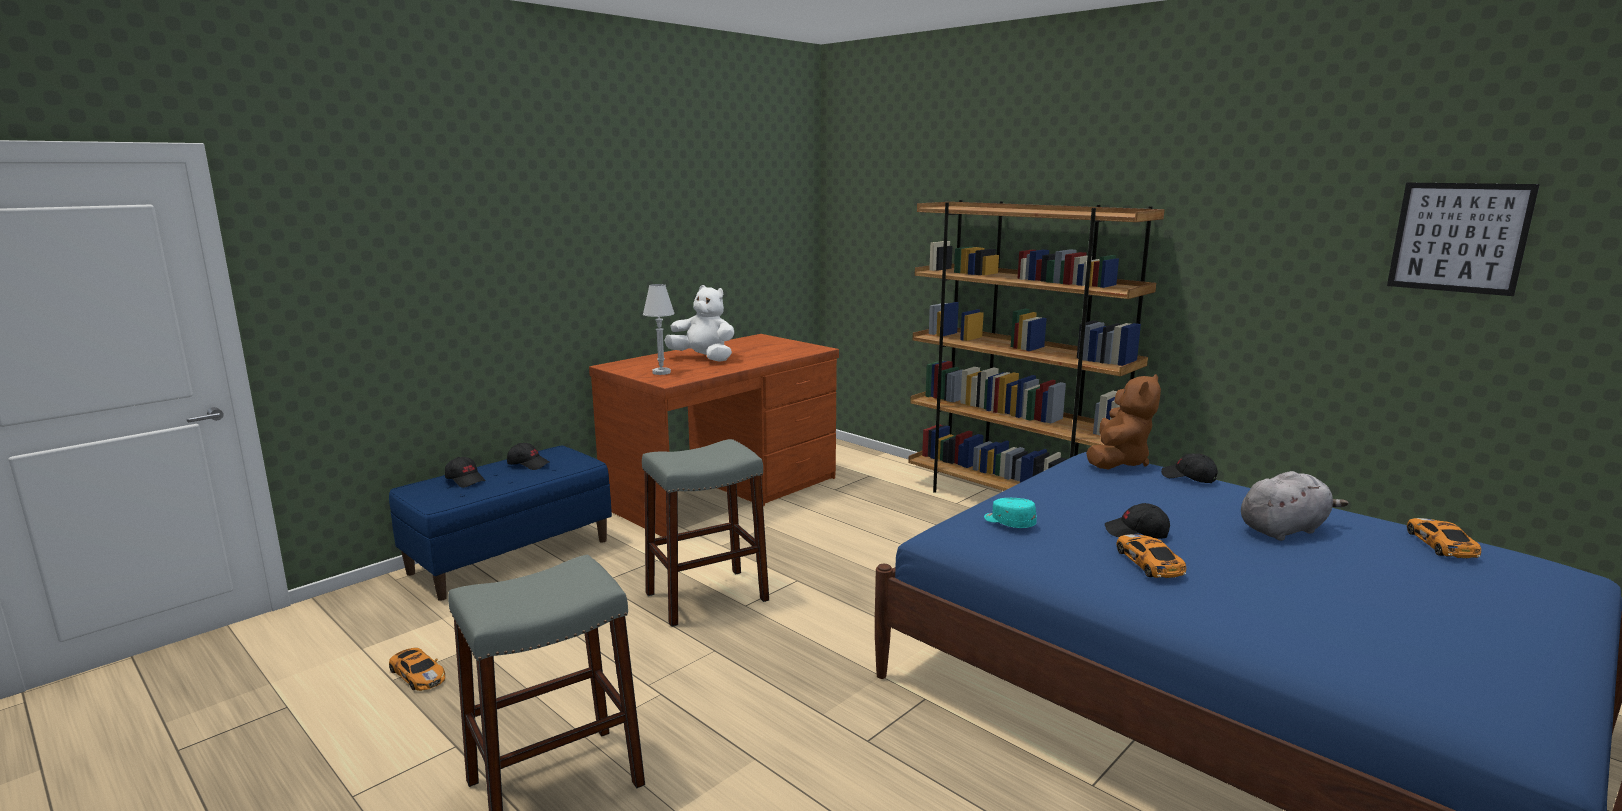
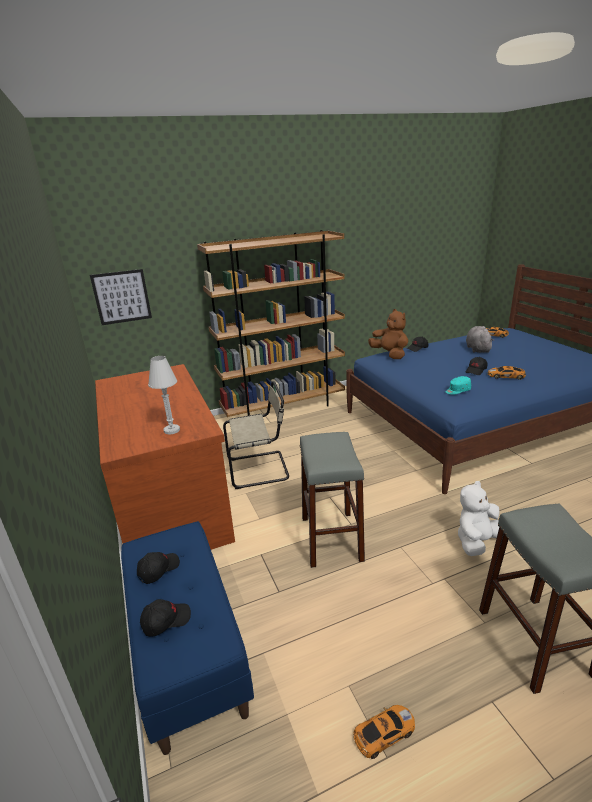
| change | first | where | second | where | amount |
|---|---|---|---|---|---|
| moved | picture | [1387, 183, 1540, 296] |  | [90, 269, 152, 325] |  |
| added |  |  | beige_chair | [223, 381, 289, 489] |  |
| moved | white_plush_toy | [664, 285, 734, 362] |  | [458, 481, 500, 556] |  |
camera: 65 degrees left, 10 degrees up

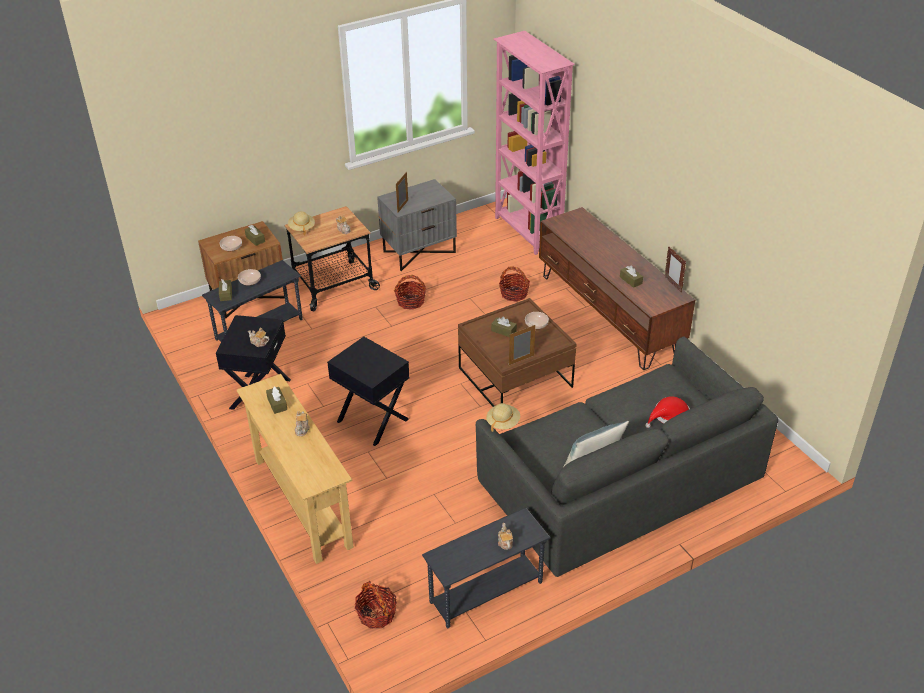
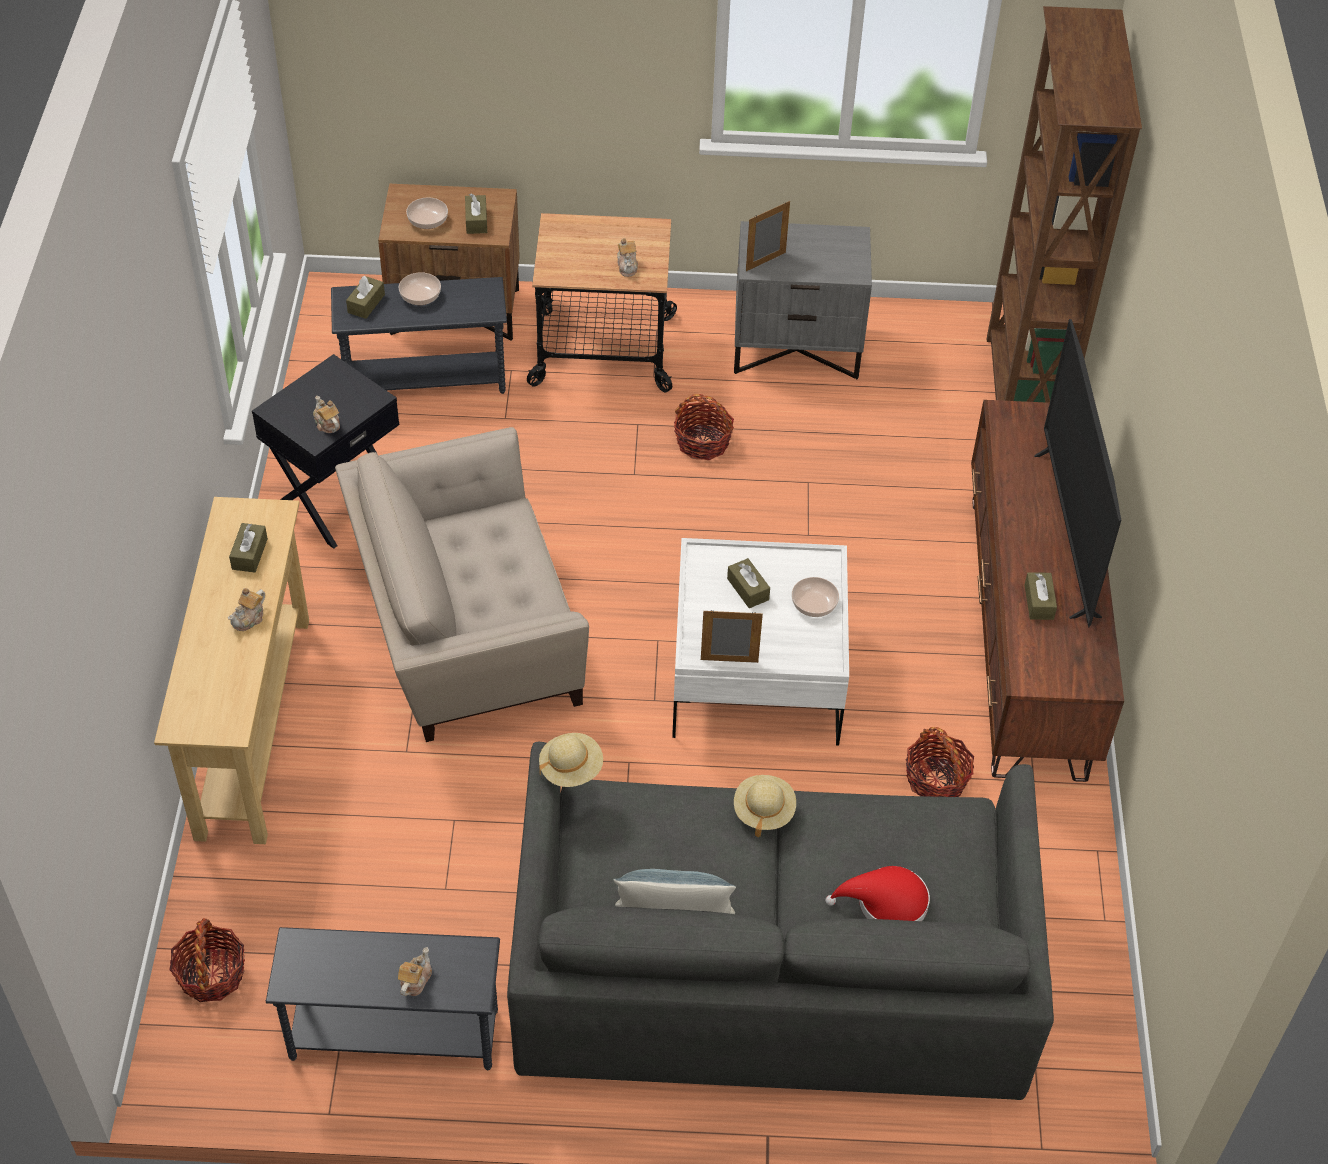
| change | first | where | second | where | amount |
|---|---|---|---|---|---|
| replaced | black_side_table | [327, 337, 410, 446] | beige_armchair | [335, 427, 589, 742] |  |
| recoloured | brown_coffee_table | [458, 298, 577, 407] | white_coffee_table | [672, 538, 849, 746] |  |
| moved | beige_hat | [288, 211, 315, 235] |  | [734, 775, 796, 837] |  |
| moved | basket | [499, 266, 530, 302] |  | [906, 727, 974, 797] |  |
| recoloured | pink_bookcase | [494, 31, 575, 255] | brown_bookcase | [987, 6, 1142, 403] |  |
| added |  |  | television | [1034, 319, 1121, 627] |  |
| removed | picture_frame | [665, 247, 686, 292] |  |  |  |
camera: 30 degrees right, 10 degrees up

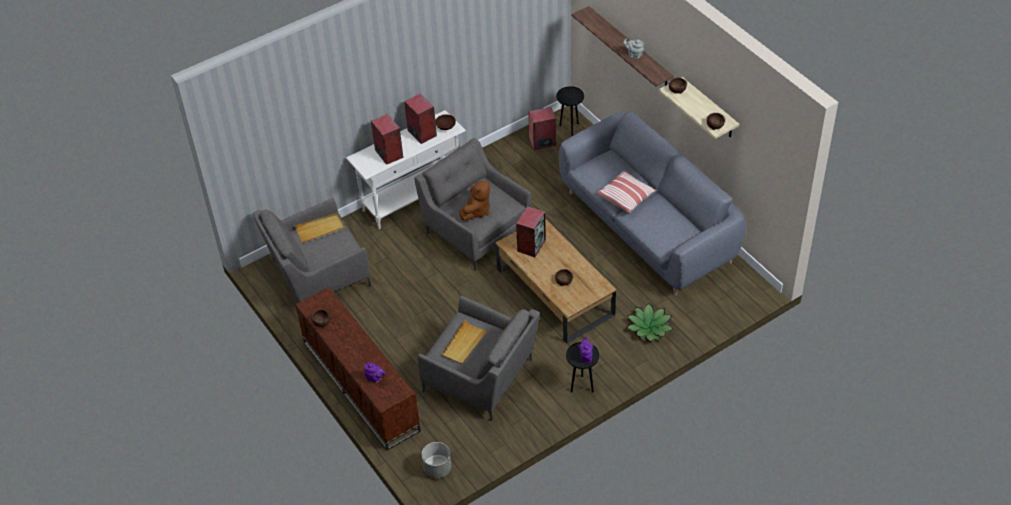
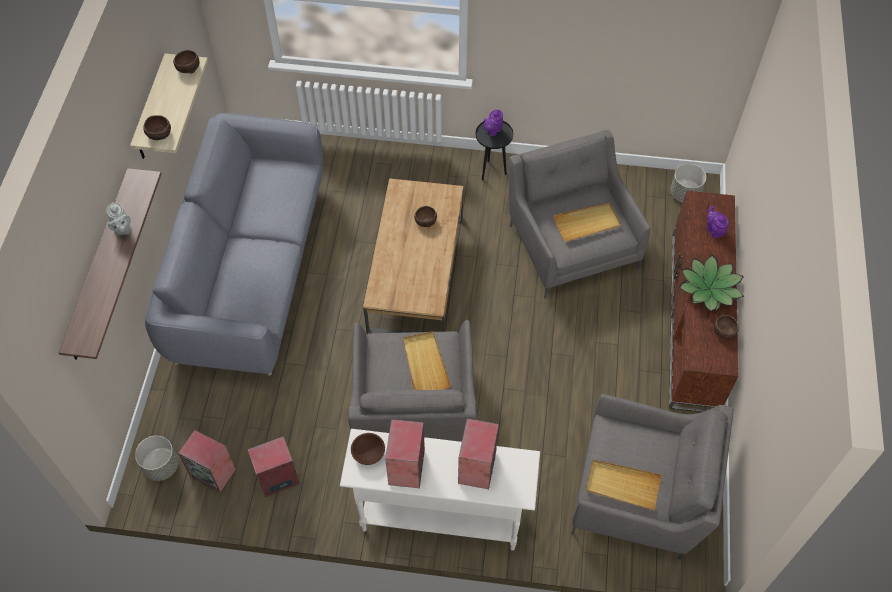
| change | first | where | second | where | amount |
|---|---|---|---|---|---|
| replaced | black_side_table | [556, 86, 584, 136] | grey_planter | [135, 436, 179, 481] |  |
| moved | speaker | [516, 206, 546, 257] |  | [248, 436, 300, 497] |  |
| replaced | brown_plush_toy | [459, 180, 490, 221] | beige_tray | [403, 331, 451, 390] |  |
| moved | potted_plant | [626, 303, 673, 342] |  | [679, 255, 744, 312] |  |
| removed | pillow | [596, 170, 657, 213] |  |  |  |
camera: 140 degrees left, 10 degrees up

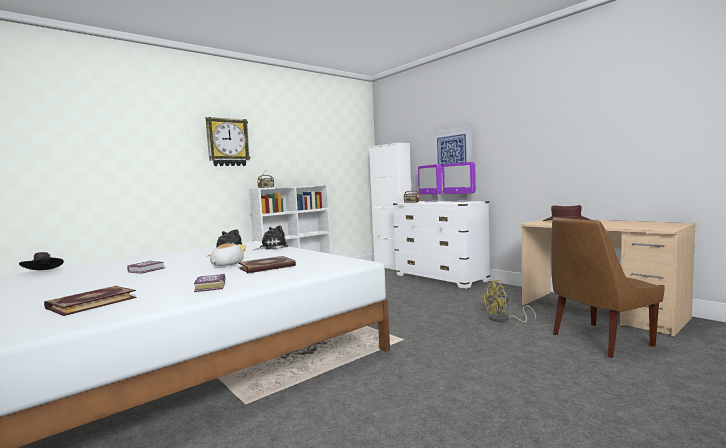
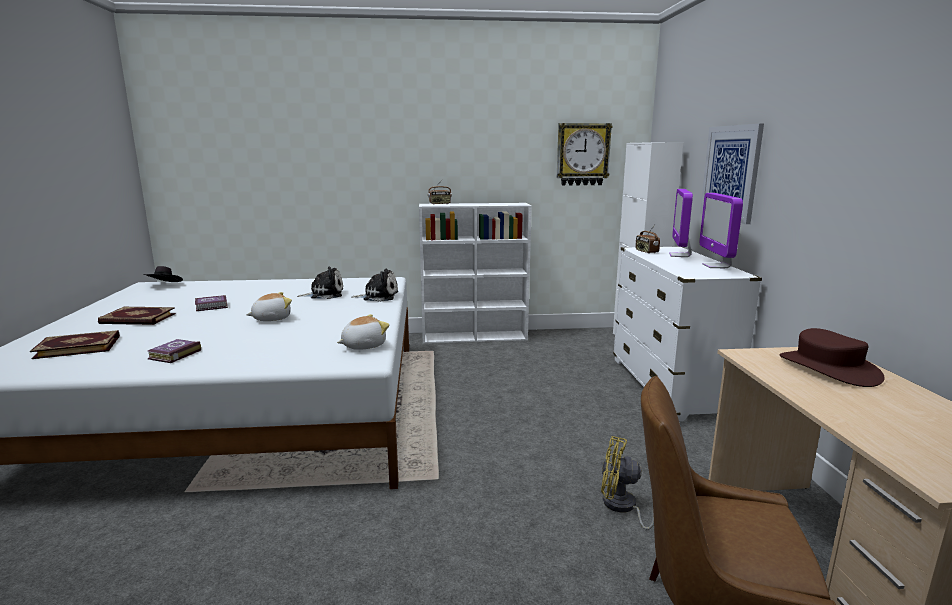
| change | first | where | second | where | amount |
|---|---|---|---|---|---|
| moved | book | [238, 256, 296, 273] |  | [98, 307, 176, 325] |  |
| added |  |  | plush_toy | [337, 314, 389, 350] |  |
| moved | wall_clock | [206, 117, 251, 166] |  | [556, 123, 612, 186] |  |
camera: 35 degrees right, 10 degrees up

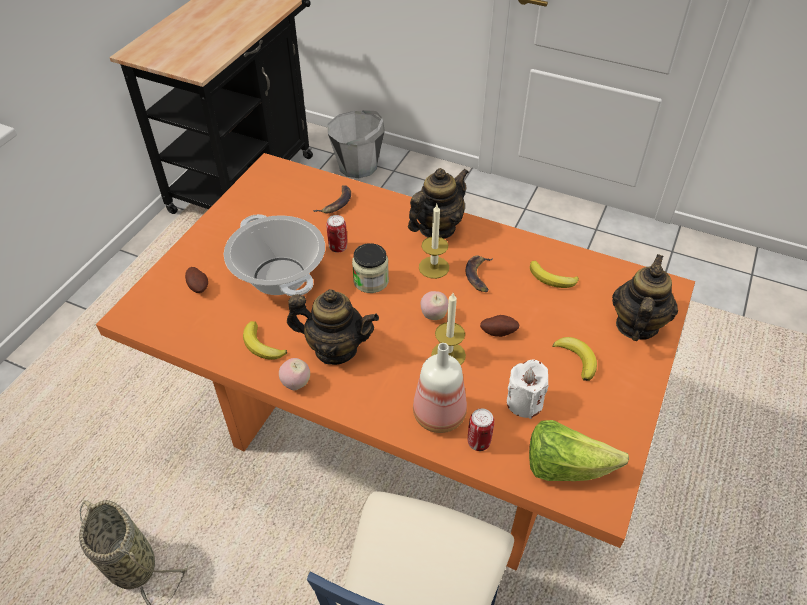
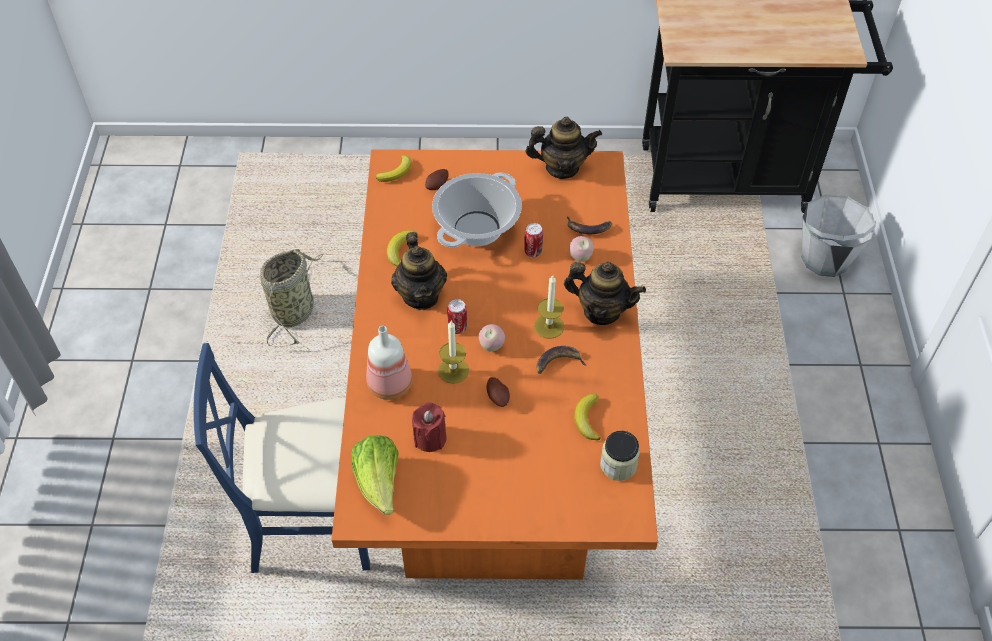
| change | first | where | second | where | amount |
|---|---|---|---|---|---|
| moved | banana | [552, 337, 597, 381] |  | [376, 155, 412, 182] |  |
| recoloured | white_candle | [507, 359, 548, 419] | red_candle | [412, 402, 446, 452] |  |
| moved | can | [468, 408, 494, 451] |  | [447, 299, 467, 334] |  |
| moved | teapot | [612, 254, 678, 341] |  | [526, 117, 602, 179] |  |
| moved | apple | [279, 358, 310, 390] |  | [569, 236, 594, 262] |  |
| moved | jar | [352, 243, 389, 293] |  | [600, 431, 640, 481] |  |
camera: 65 degrees right, 5 degrees up

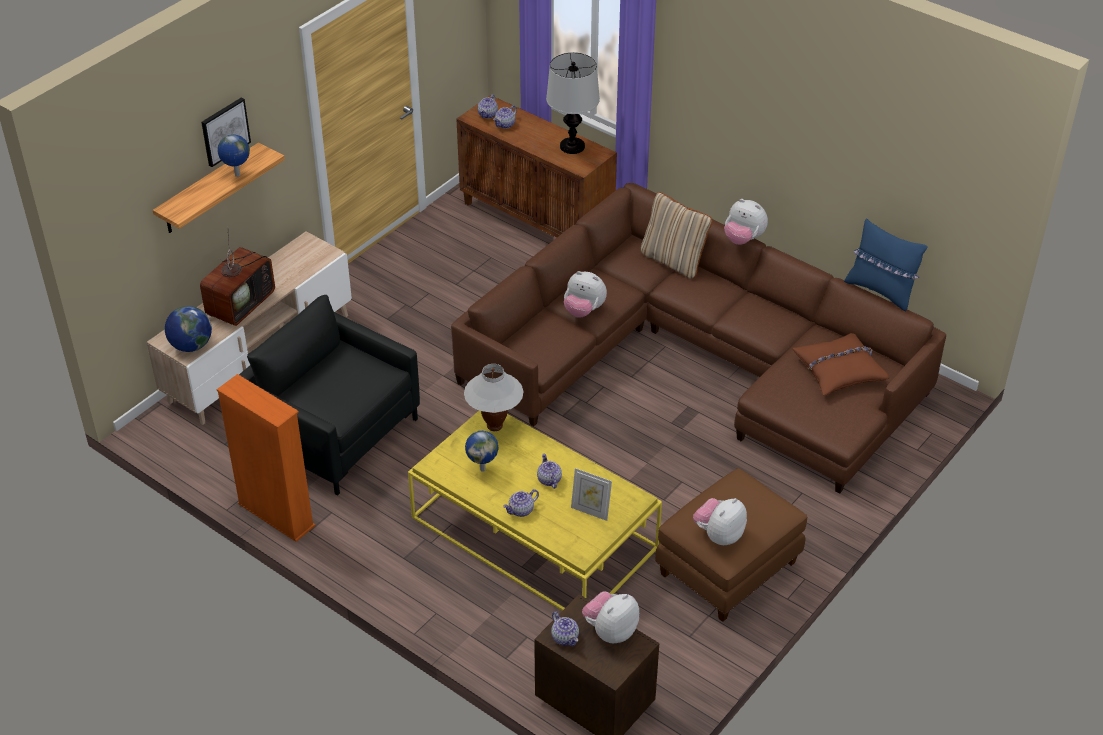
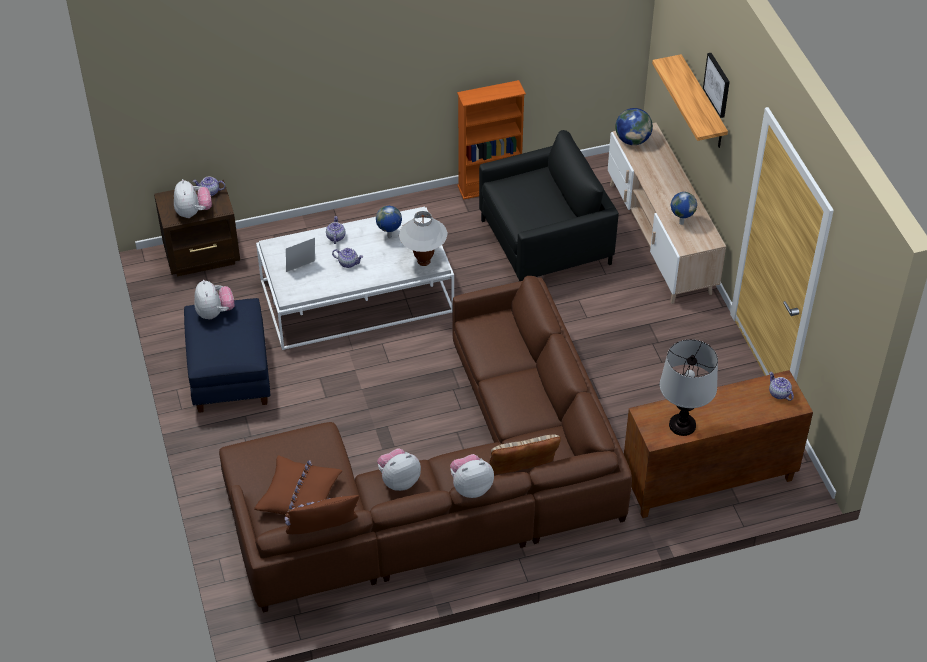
| change | first | where | second | where | amount |
|---|---|---|---|---|---|
| recoloured | brown_ottoman | [655, 468, 808, 622] | blue_ottoman | [184, 298, 271, 413] |  |
| recoloured | yellow_coffee_table | [408, 411, 662, 611] | white_coffee_table | [256, 207, 454, 350] |  |
| recoloured | blue_pillow | [844, 218, 927, 311] | brown_pillow | [285, 495, 359, 534] |  |
| moved | plush_toy | [564, 271, 607, 318] |  | [377, 448, 421, 491] |  |
| moved | globe | [217, 134, 250, 177] |  | [671, 192, 697, 225] |  |
| removed | television | [200, 227, 275, 326] |  |  |  |
| removed | teapot | [493, 105, 517, 129] |  |  |  |
camera: 125 degrees right, 5 degrees up

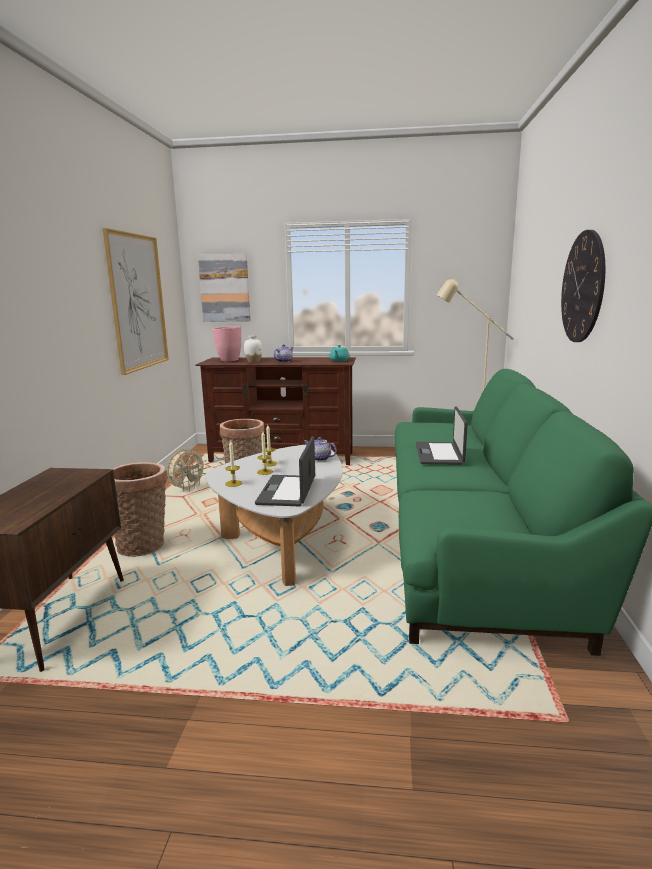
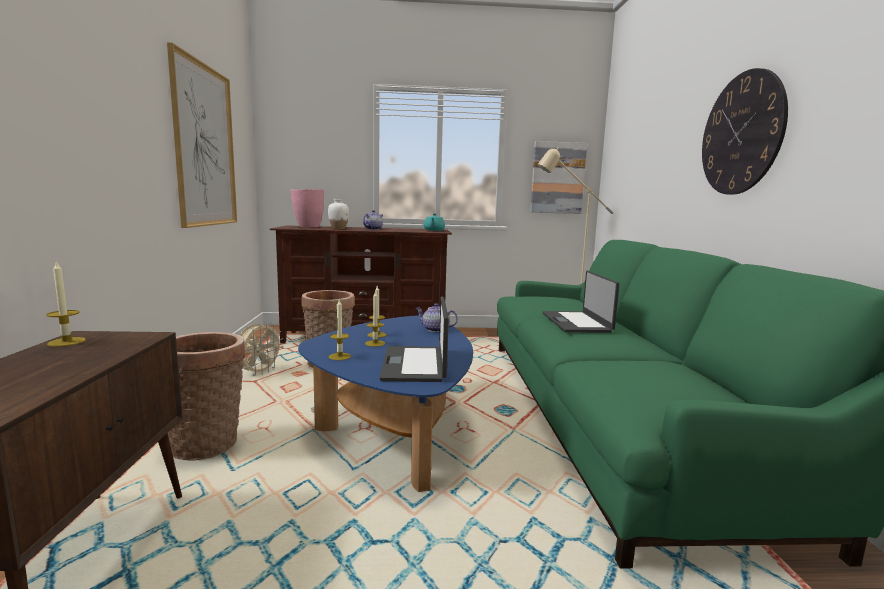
| change | first | where | second | where | amount |
|---|---|---|---|---|---|
| added |  |  | candle | [46, 260, 86, 347] |  |
| recoloured | white_coffee_table | [205, 444, 342, 586] | blue_coffee_table | [298, 315, 473, 492] |  |
| moved | picture | [198, 254, 251, 322] |  | [530, 141, 587, 214] |  |
camera: 10 degrees left, 5 degrees down

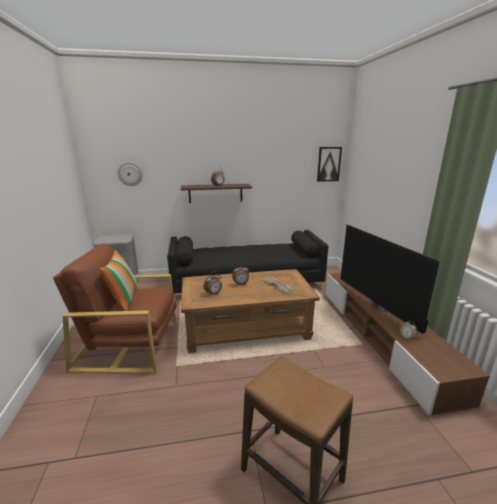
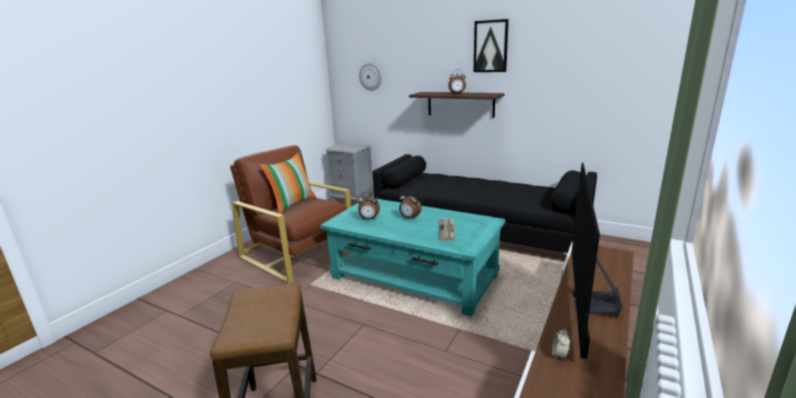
| change | first | where | second | where | amount |
|---|---|---|---|---|---|
| recoloured | brown_coffee_table | [181, 269, 320, 353] | turquoise_coffee_table | [320, 199, 505, 317] |  |
| moved | picture | [317, 147, 342, 182] |  | [474, 19, 509, 72] |  |
camera: 40 degrees right, 0 degrees up

